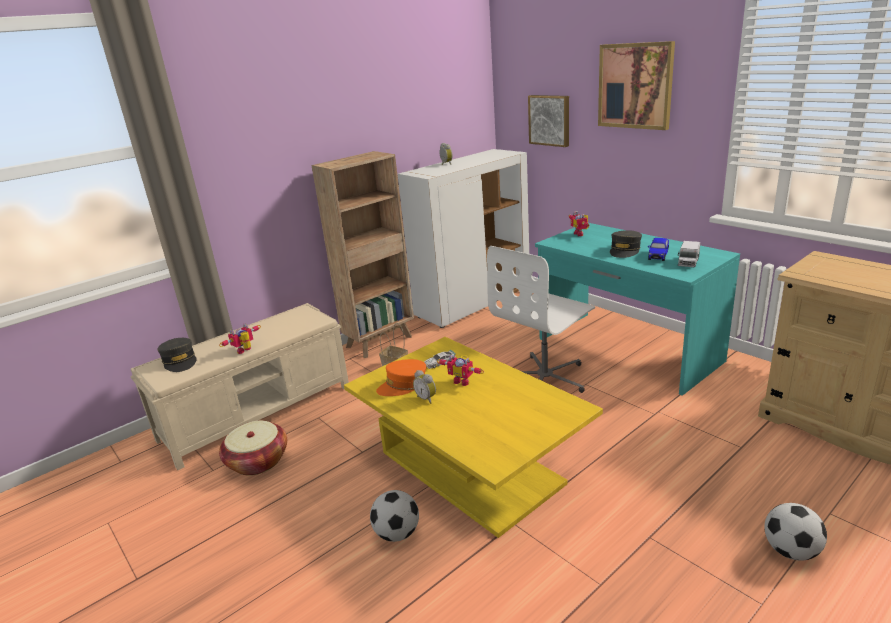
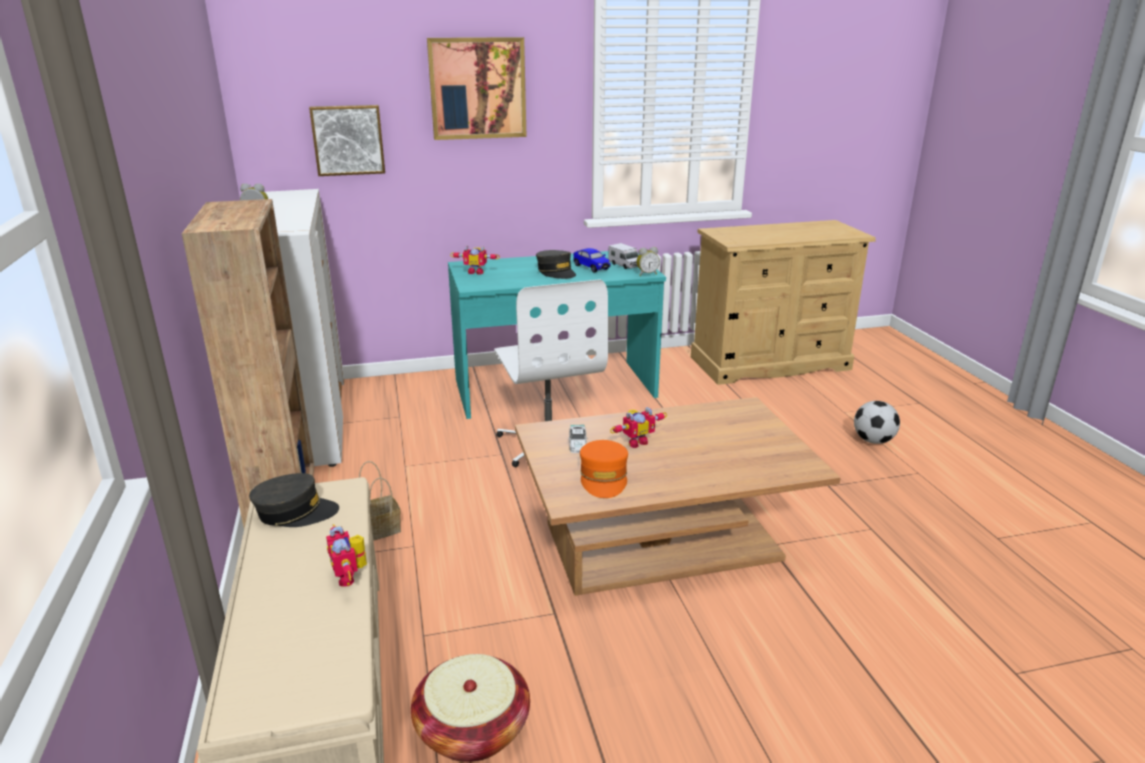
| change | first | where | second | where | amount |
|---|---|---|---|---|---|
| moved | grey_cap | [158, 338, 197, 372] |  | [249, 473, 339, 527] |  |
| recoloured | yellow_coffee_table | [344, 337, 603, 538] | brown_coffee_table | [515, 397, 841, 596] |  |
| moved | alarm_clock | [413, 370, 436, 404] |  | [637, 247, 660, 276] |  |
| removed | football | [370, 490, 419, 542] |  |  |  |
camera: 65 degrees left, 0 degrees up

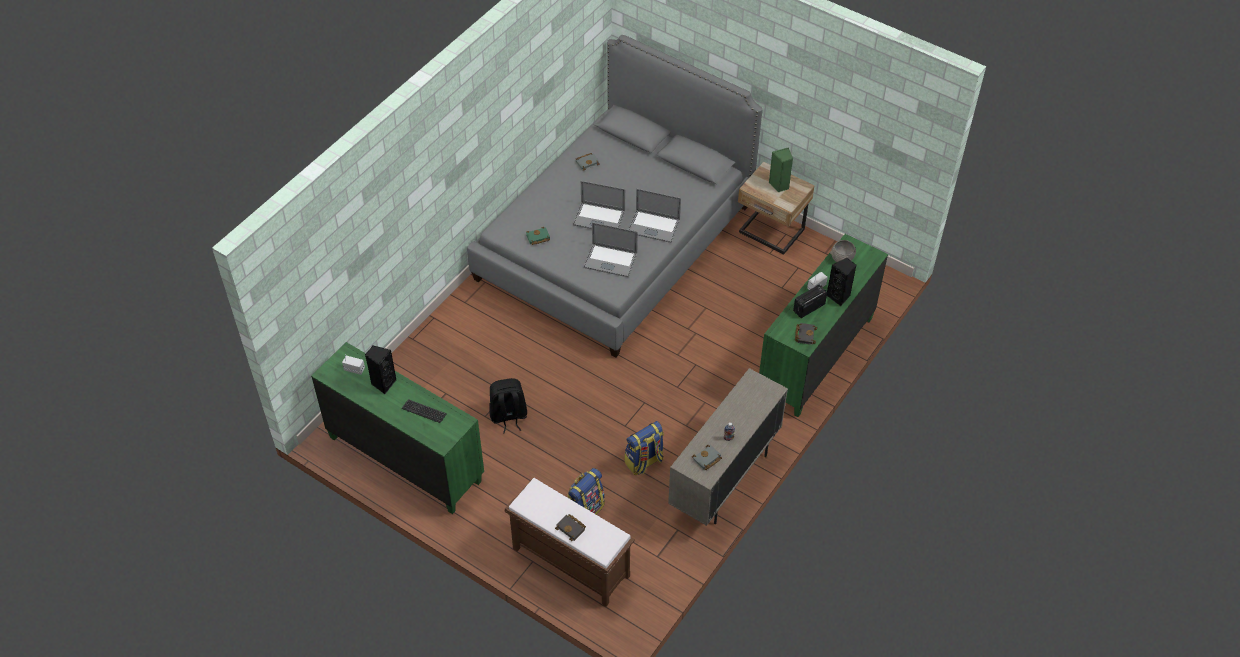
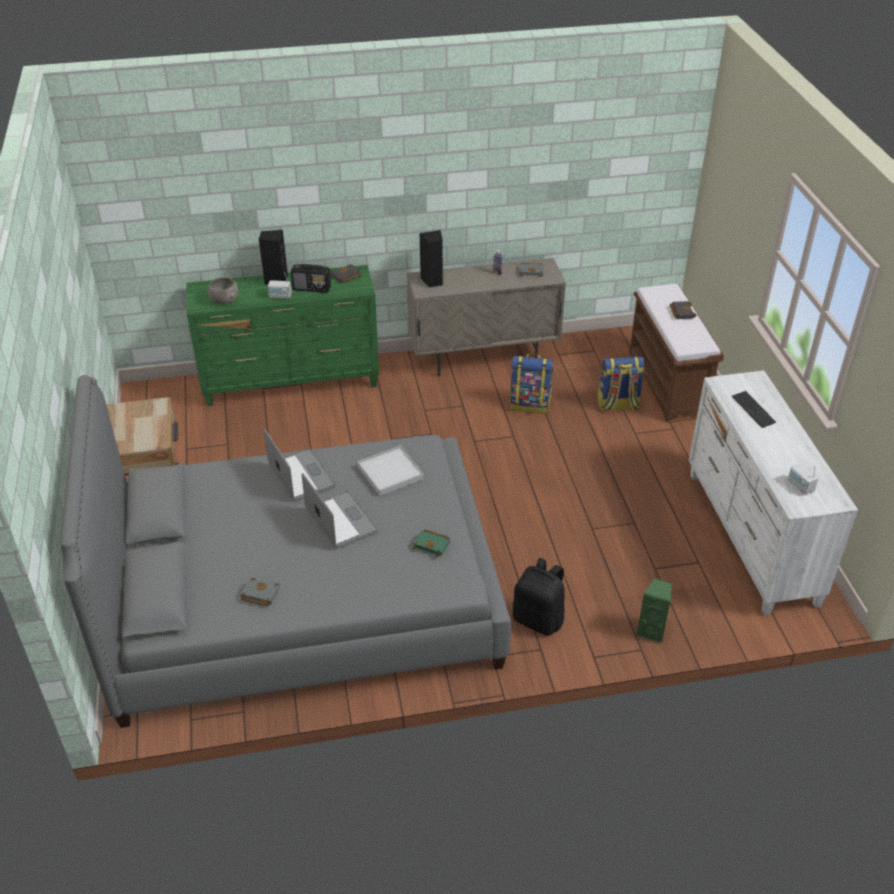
| change | first | where | second | where | amount |
|---|---|---|---|---|---|
| replaced | laptop | [584, 222, 638, 277] | white_tray | [357, 446, 423, 496] |  |
| moved | black_speaker | [365, 345, 397, 394] |  | [419, 230, 443, 287] |  |
| moved | black_backpack | [489, 378, 527, 434] |  | [512, 558, 565, 636] |  |
| moved | green_speaker | [769, 147, 793, 192] |  | [636, 578, 672, 643] |  |
| recoloured | green_dresser | [311, 342, 484, 514] | white_dresser | [689, 370, 858, 615] |  |
camera: 135 degrees left, 10 degrees down

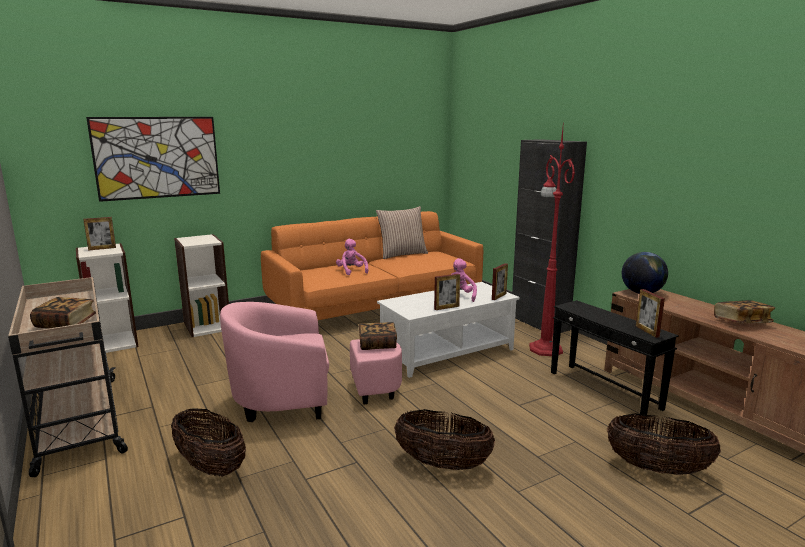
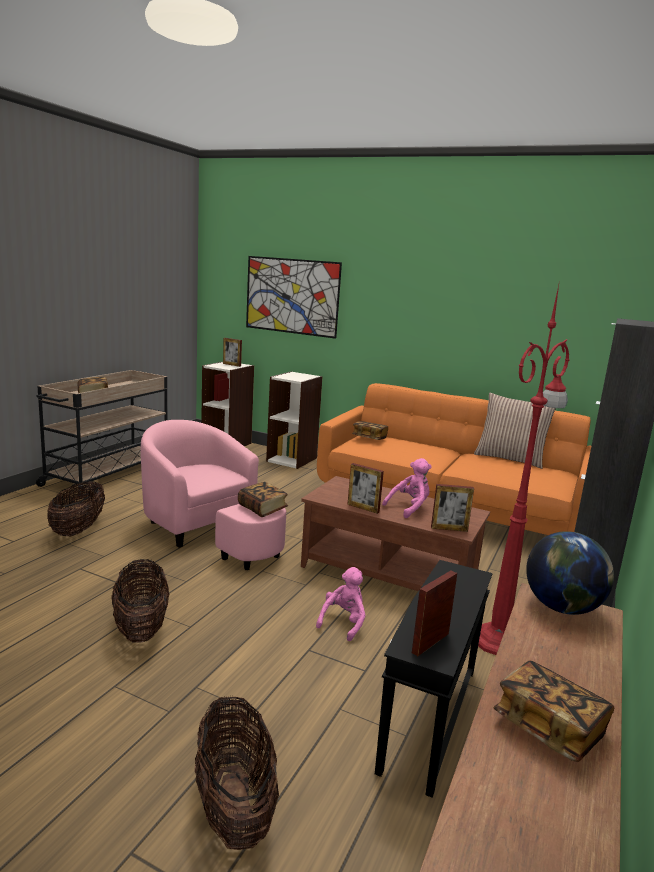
| change | first | where | second | where | amount |
|---|---|---|---|---|---|
| recoloured | white_coffee_table | [377, 282, 520, 378] | brown_coffee_table | [301, 476, 490, 591] |  |
| moved | pink_plush_toy | [336, 239, 368, 275] |  | [316, 567, 365, 641] |  |
| added |  |  | book | [352, 421, 388, 440] |  |
camera: 55 degrees right, 0 degrees up

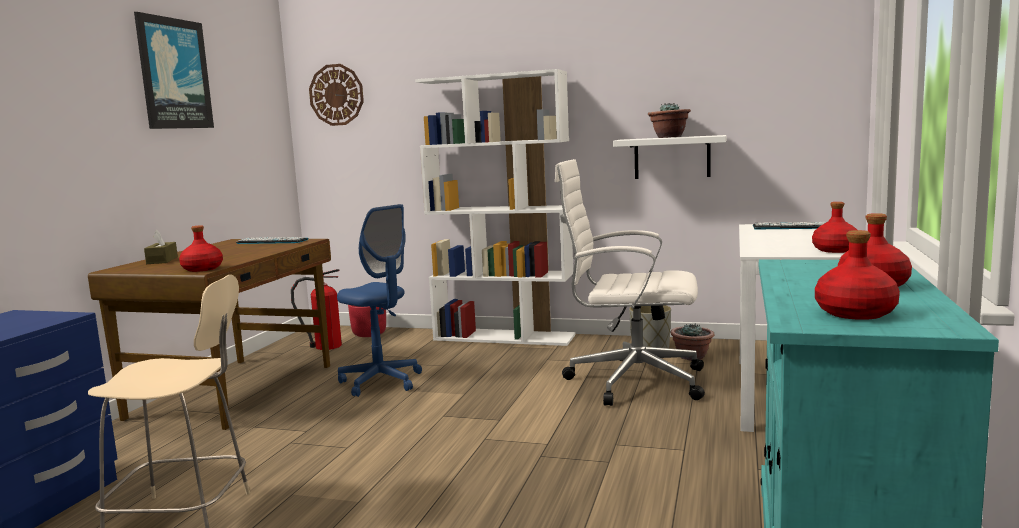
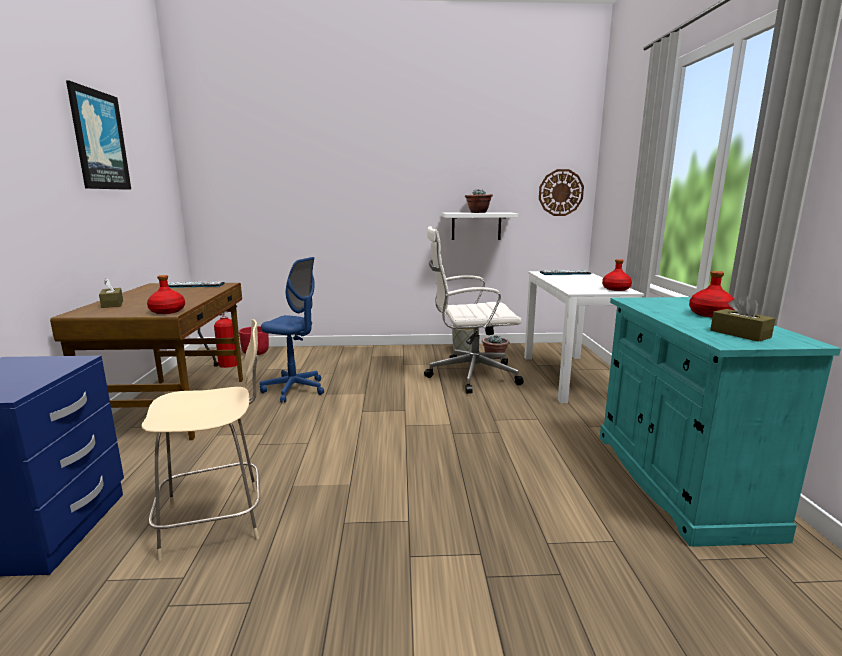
| change | first | where | second | where | amount |
|---|---|---|---|---|---|
| moved | wall_clock | [309, 64, 364, 126] |  | [539, 169, 584, 216] |  |
| replaced | red_bottle | [815, 230, 900, 320] | brown_tissue_box | [710, 295, 776, 342] |  |
| removed | white_bookcase | [415, 69, 576, 346] |  |  |  |
camera: 20 degrees left, 5 degrees up

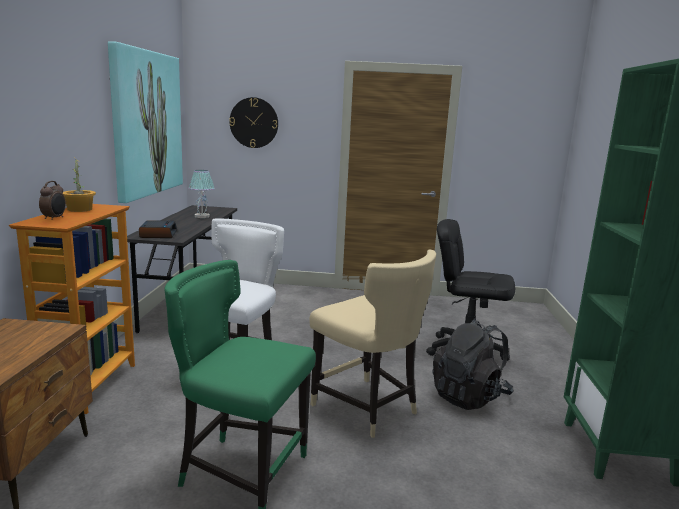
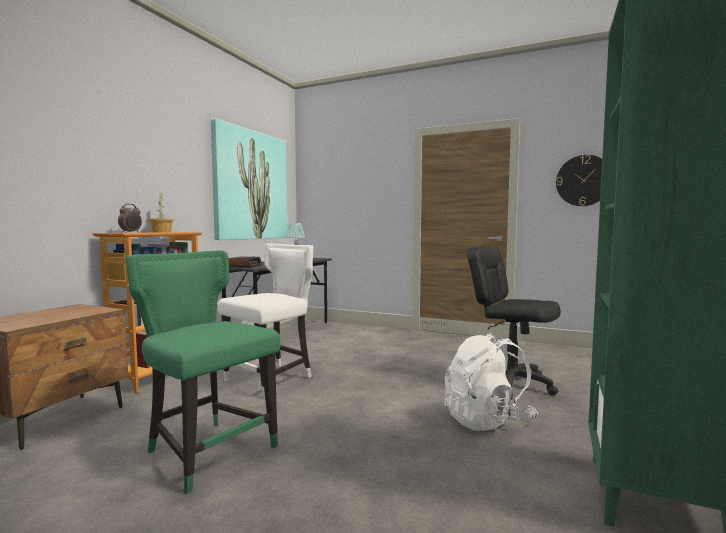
| change | first | where | second | where | amount |
|---|---|---|---|---|---|
| recoloured | black_backpack | [432, 318, 514, 410] | white_backpack | [445, 333, 538, 431] |  |
| moved | wall_clock | [229, 97, 278, 148] |  | [556, 155, 602, 206] |  |
| removed | beige_chair | [309, 250, 436, 438] |  |  |  |
camera: 20 degrees right, 10 degrees down

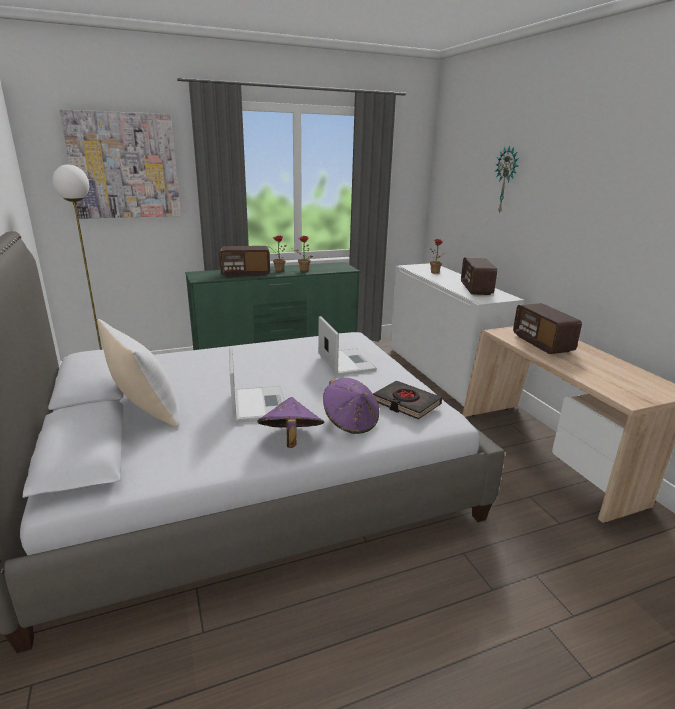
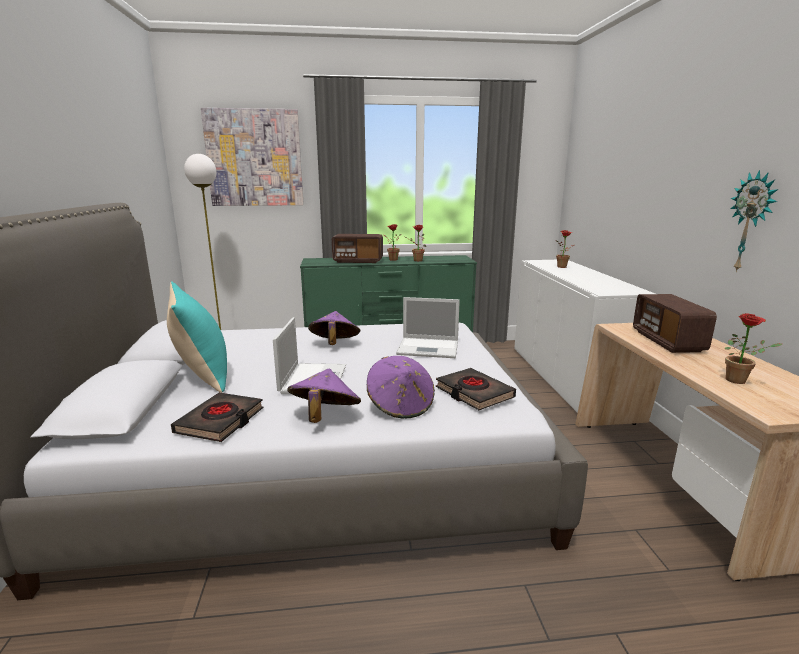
| change | first | where | second | where | amount |
|---|---|---|---|---|---|
| recoloured | white_pillow | [97, 319, 179, 427] | turquoise_pillow | [167, 282, 227, 393] |  |
| added |  |  | black_book | [171, 393, 264, 442] |  |
| added |  |  | purple_hat | [308, 311, 360, 345] |  |
| turned | laptop | [318, 316, 377, 376] |  | [396, 297, 460, 358] | 105 degrees clockwise |
| added |  |  | potted_plant | [725, 313, 782, 384] |  |
| moved | wall_clock | [495, 145, 519, 214] |  | [730, 170, 778, 272] |  |
| removed | radio | [461, 258, 497, 295] |  |  |  |
camera: 15 degrees right, 5 degrees down

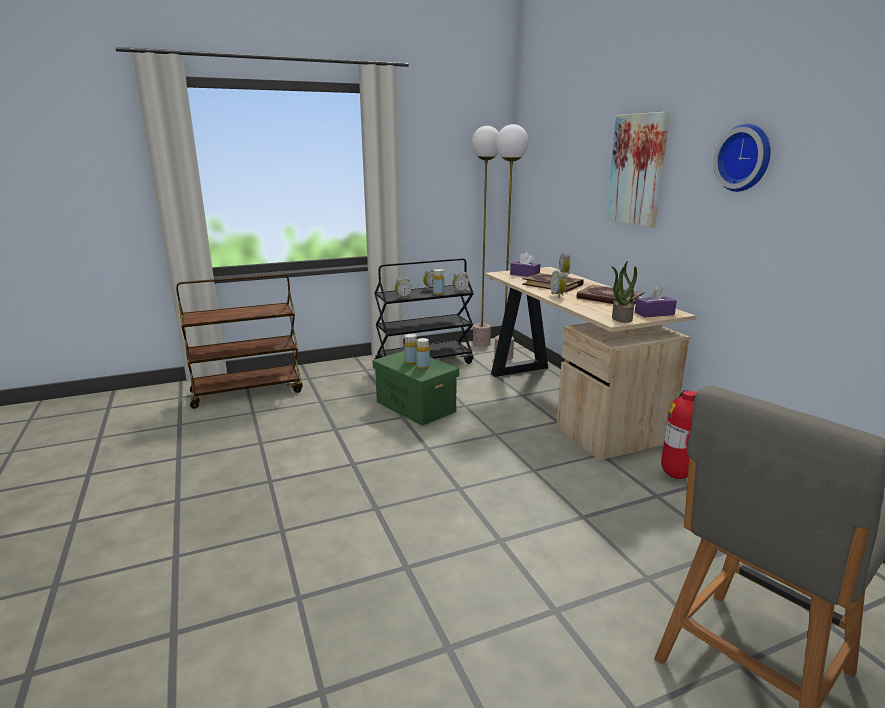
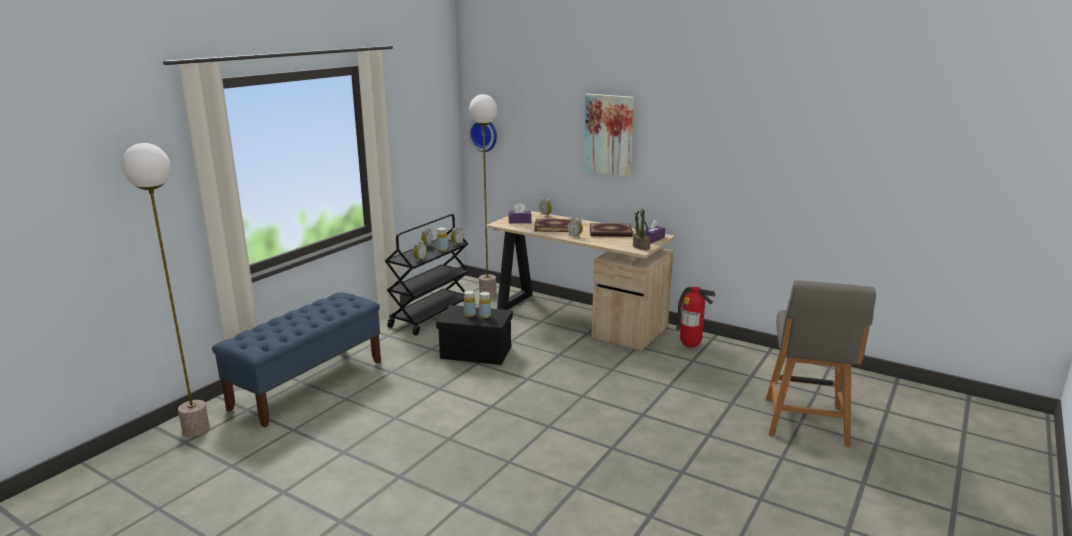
| change | first | where | second | where | amount |
|---|---|---|---|---|---|
| moved | floor_lamp | [472, 126, 499, 347] |  | [122, 143, 210, 437] |  |
| replaced | brown_cart | [176, 274, 303, 409] | blue_bench | [212, 292, 381, 428] |  |
| recoloured | green_storage_box | [372, 351, 459, 426] | black_storage_box | [436, 305, 513, 365] |  |
| moved | wall_clock | [713, 124, 771, 192] |  | [468, 121, 497, 152] |  |
camera: 35 degrees left, 0 degrees up

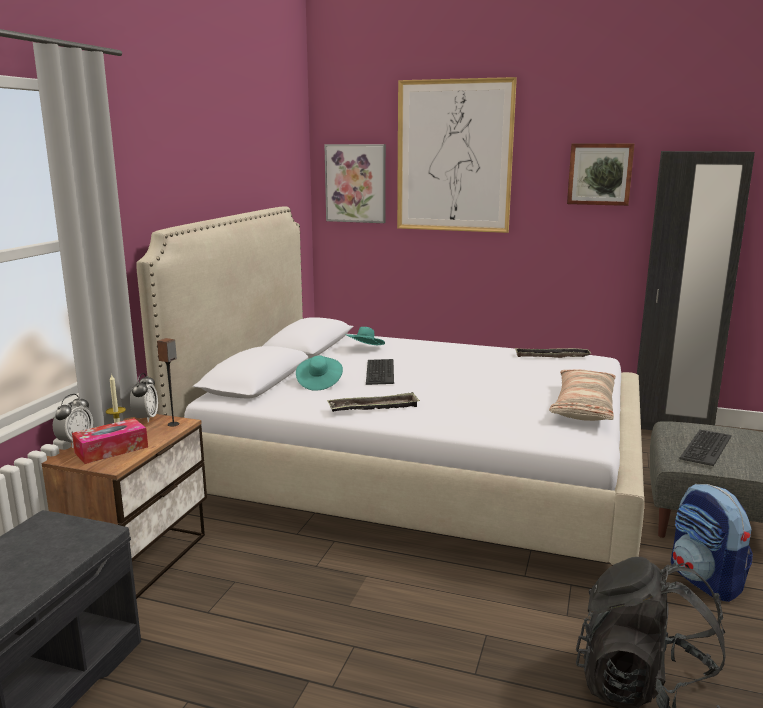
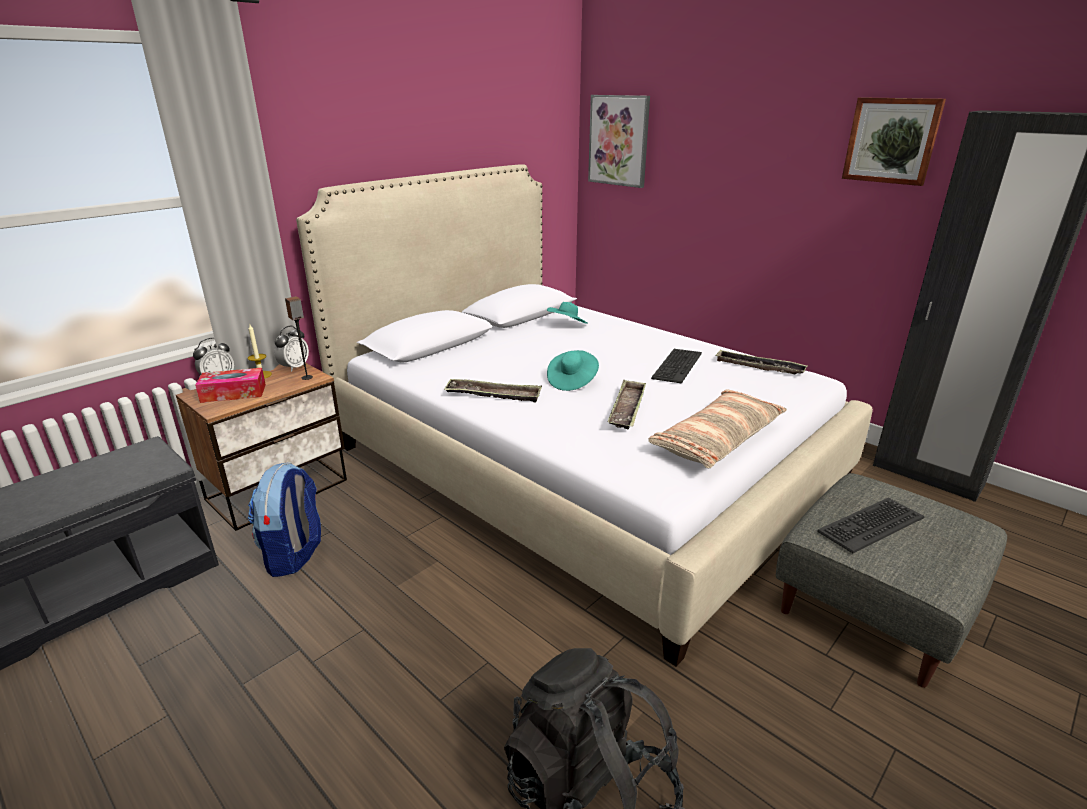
| change | first | where | second | where | amount |
|---|---|---|---|---|---|
| moved | backpack | [671, 484, 753, 602] |  | [248, 462, 321, 577] |  |
| moved | turquoise_hat | [296, 356, 343, 391] |  | [547, 350, 599, 391] |  |
| added |  |  | tray | [608, 379, 646, 429] |  |
| moved | keyboard | [366, 359, 394, 385] |  | [651, 349, 702, 383] |  |
| removed | picture | [397, 77, 517, 233] |  |  |  |
camera: 25 degrees right, 10 degrees up

